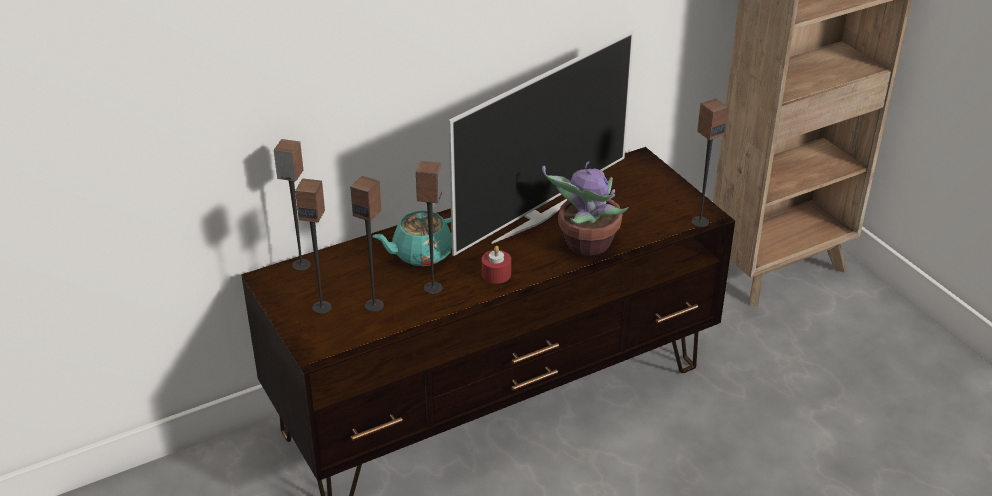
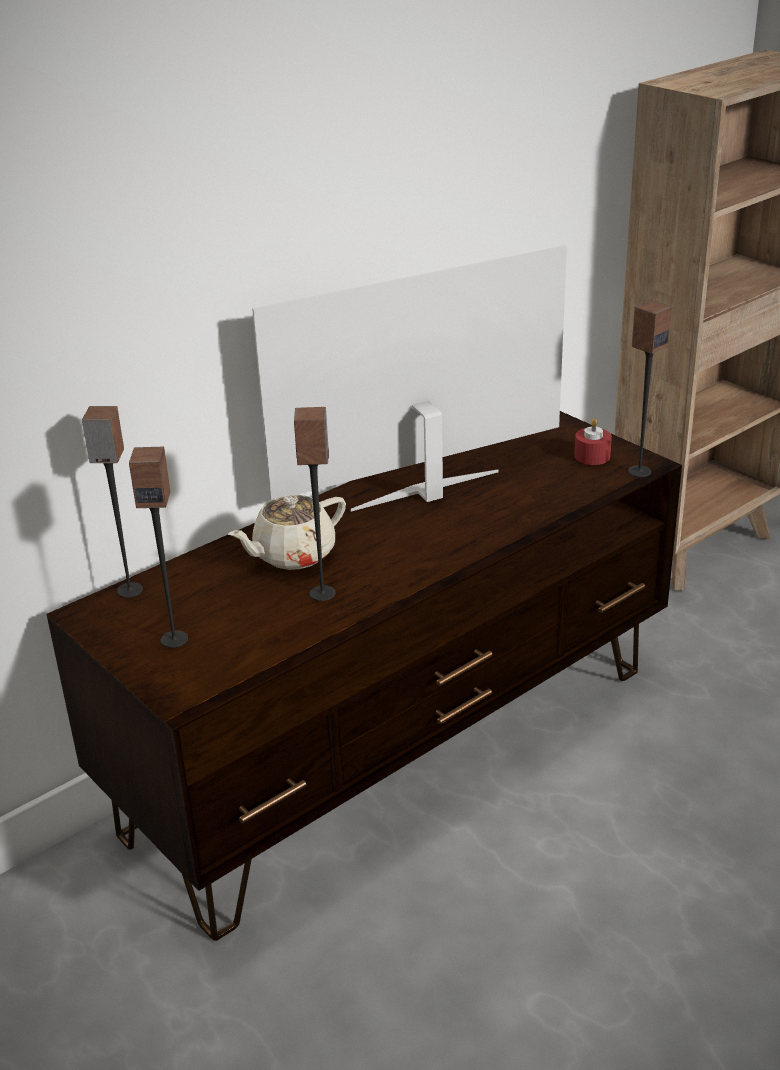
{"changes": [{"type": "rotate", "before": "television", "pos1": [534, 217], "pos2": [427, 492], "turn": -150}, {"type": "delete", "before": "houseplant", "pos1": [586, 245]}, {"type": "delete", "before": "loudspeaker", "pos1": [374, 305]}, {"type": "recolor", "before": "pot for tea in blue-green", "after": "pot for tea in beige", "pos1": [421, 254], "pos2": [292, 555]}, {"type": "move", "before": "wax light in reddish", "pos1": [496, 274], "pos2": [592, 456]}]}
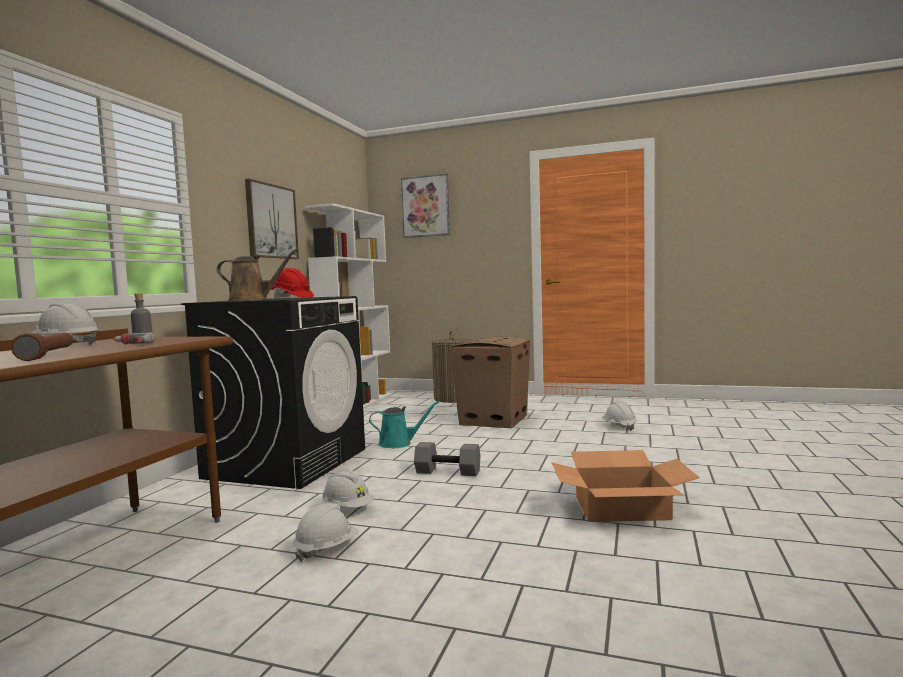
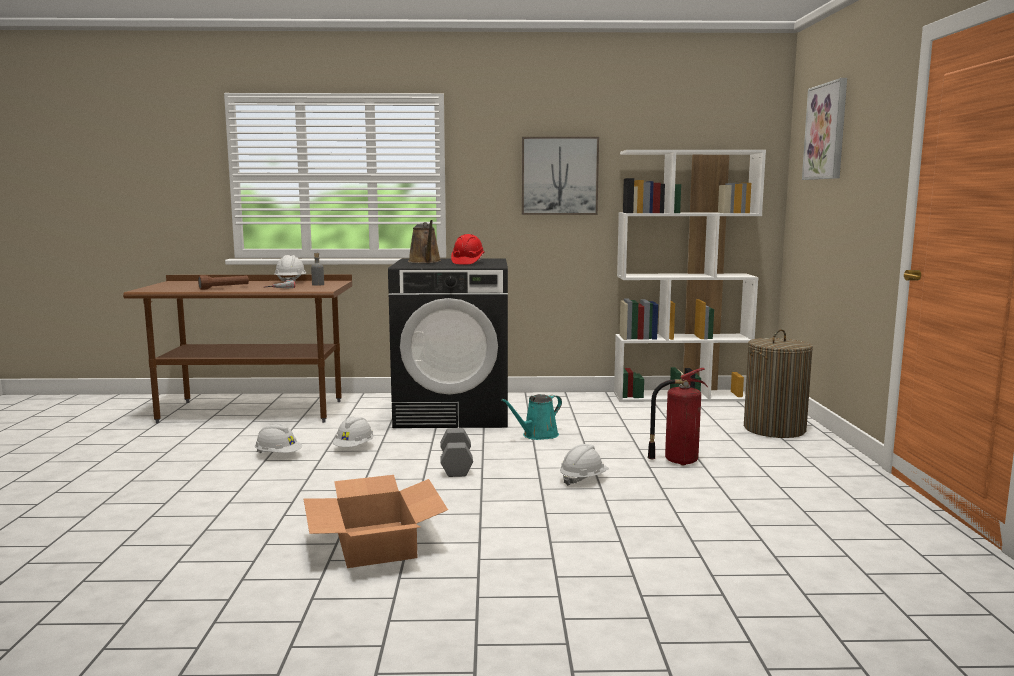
{"changes": [{"type": "replace", "before": "packing box", "after": "fire extinguisher", "pos1": [494, 420], "pos2": [678, 461]}, {"type": "rotate", "before": "sprinkling can in blue-green", "pos1": [398, 443], "pos2": [537, 435], "turn": 75}, {"type": "move", "before": "safety helmet in whitish", "pos1": [618, 427], "pos2": [583, 479]}]}
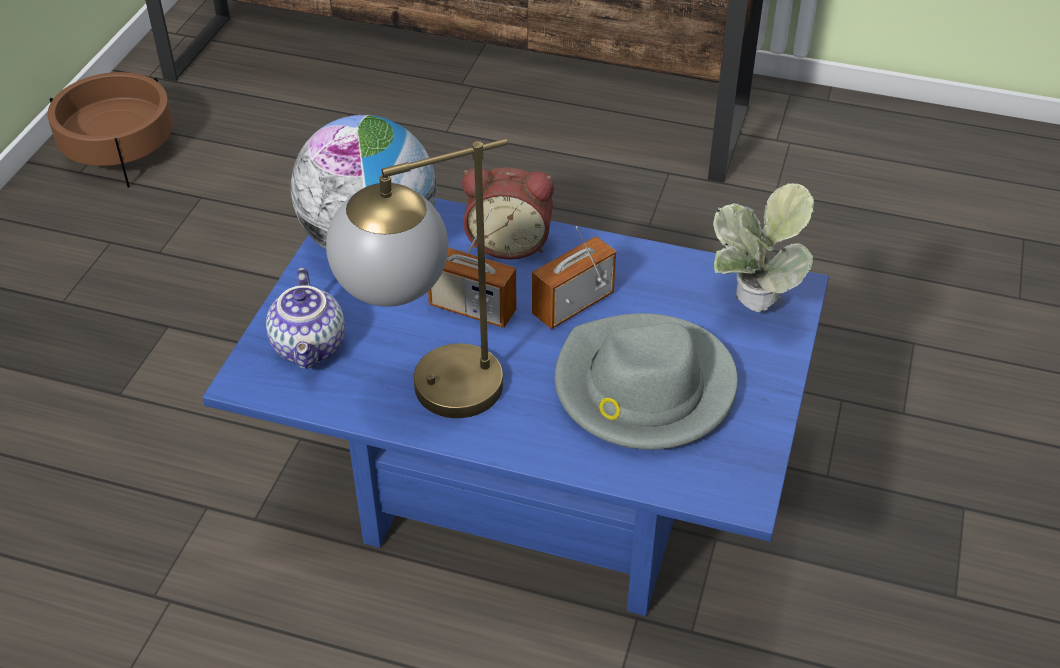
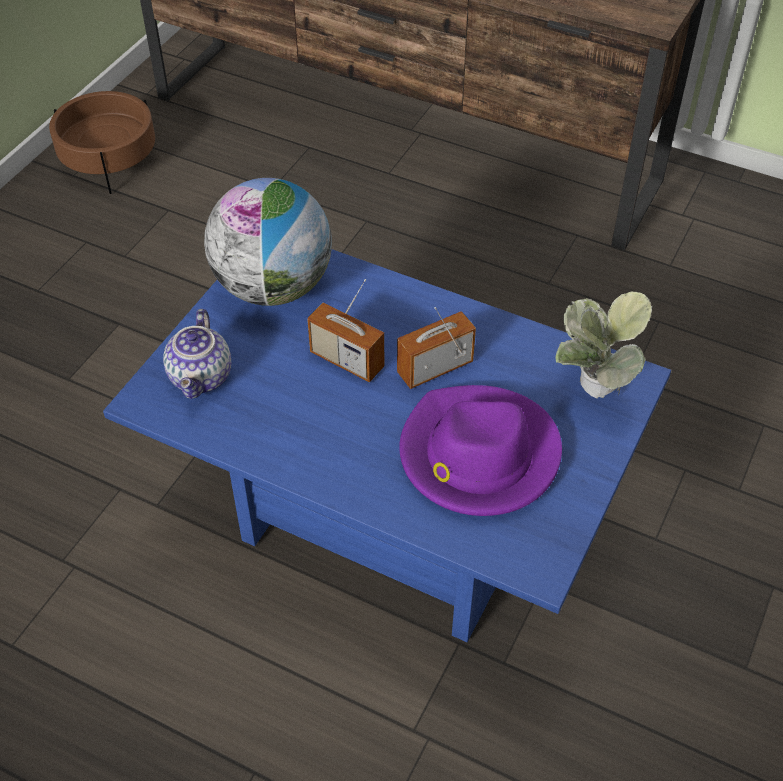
{"changes": [{"type": "delete", "before": "tabletop lamp", "pos1": [427, 396]}, {"type": "delete", "before": "alarm clock", "pos1": [509, 243]}, {"type": "recolor", "before": "hat in grey", "after": "hat in purple-coloured", "pos1": [643, 388], "pos2": [478, 455]}]}
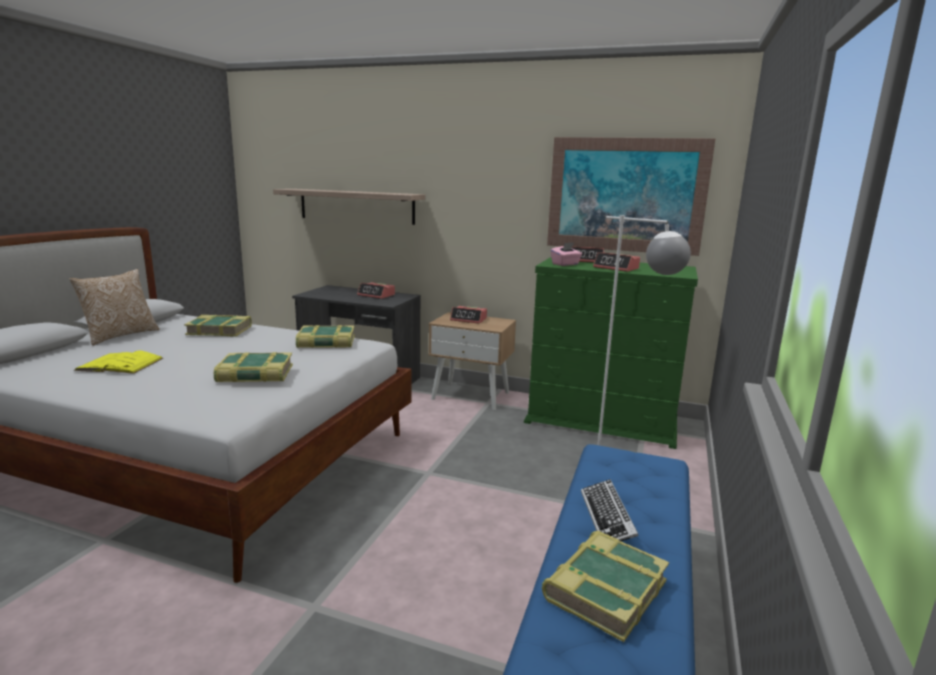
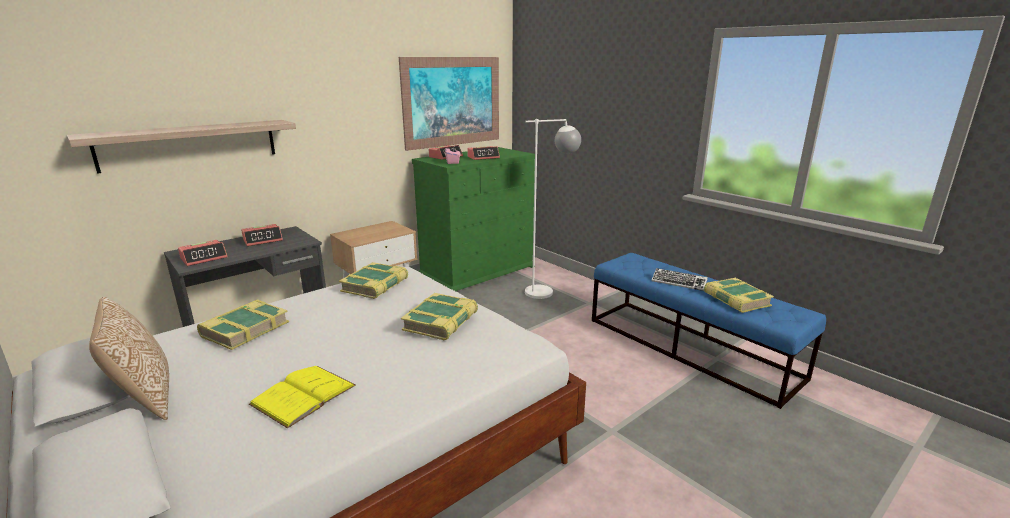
{"changes": [{"type": "move", "before": "alarm clock", "pos1": [468, 319], "pos2": [204, 258]}]}
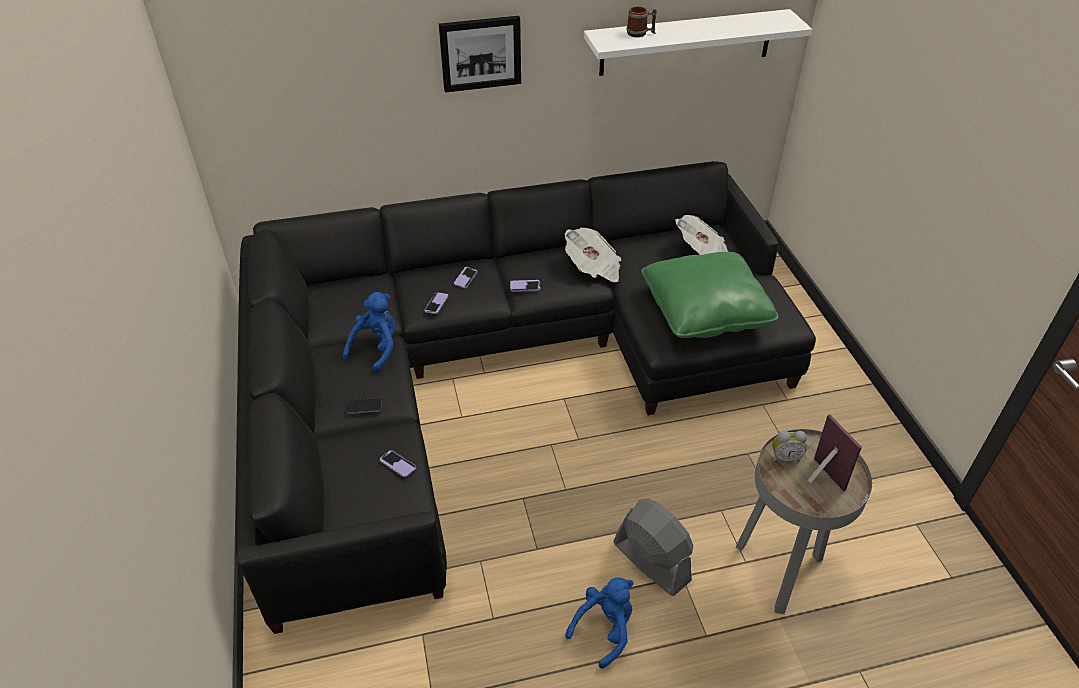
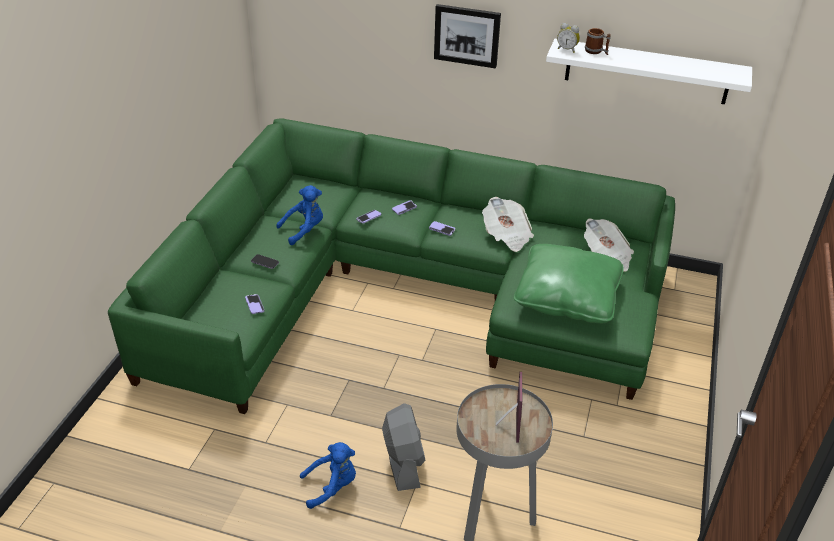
{"changes": [{"type": "recolor", "before": "couch in black", "after": "couch in greenish", "pos1": [498, 369], "pos2": [404, 290]}, {"type": "move", "before": "alarm clock", "pos1": [784, 457], "pos2": [567, 49]}]}
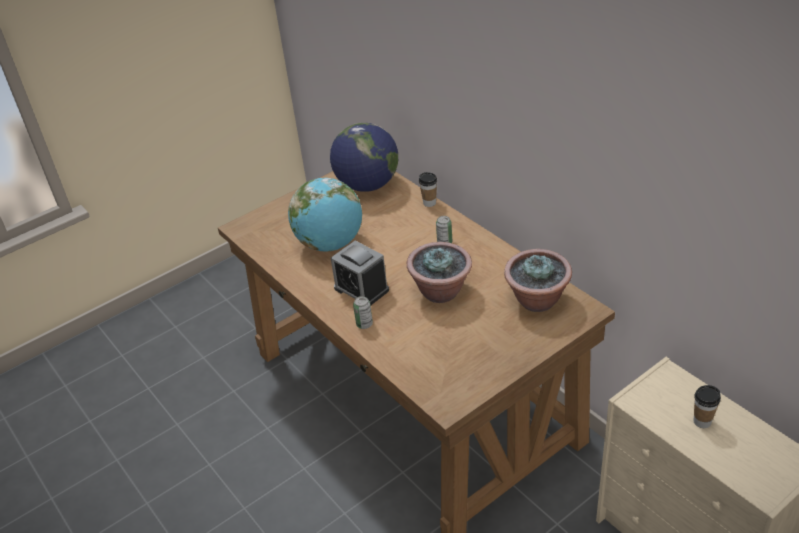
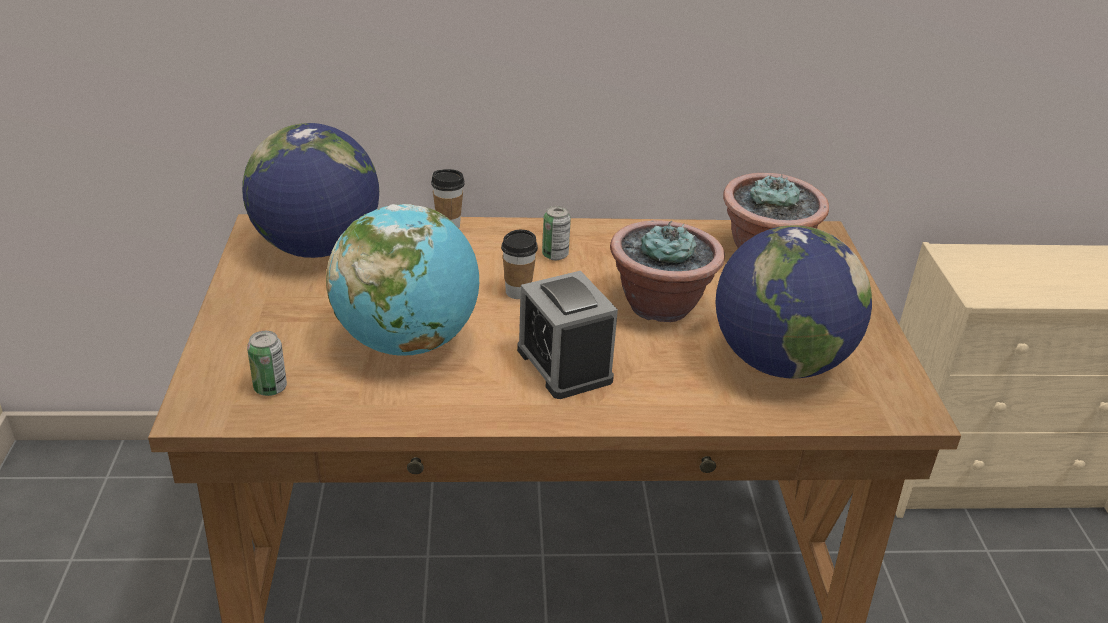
{"changes": [{"type": "rotate", "before": "alarm clock", "pos1": [361, 289], "pos2": [564, 365], "turn": 75}, {"type": "move", "before": "can", "pos1": [364, 324], "pos2": [270, 388]}, {"type": "move", "before": "small cup", "pos1": [702, 421], "pos2": [518, 292]}, {"type": "insert", "after": "globe", "pos2": [779, 362]}]}
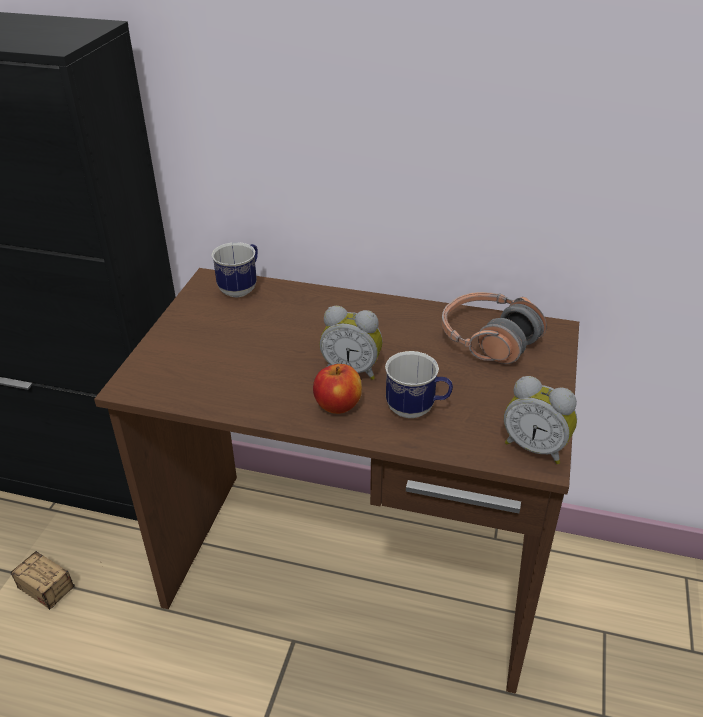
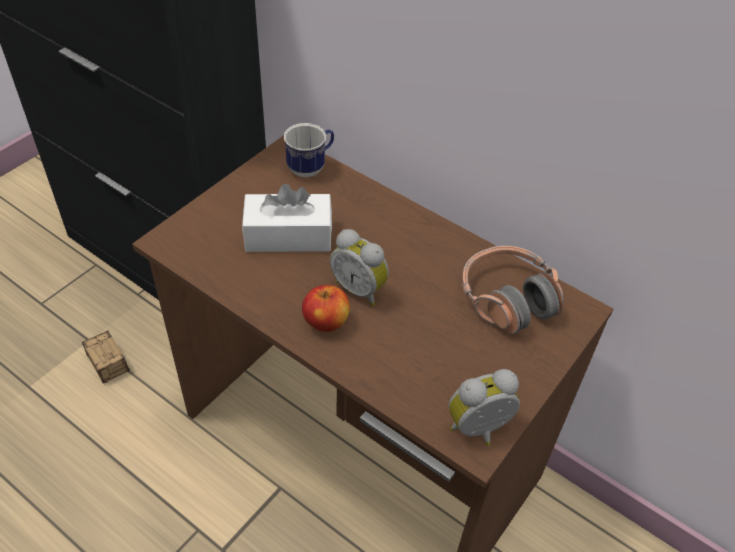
{"changes": [{"type": "delete", "before": "tea mug", "pos1": [417, 410]}, {"type": "rotate", "before": "alarm clock", "pos1": [535, 447], "pos2": [480, 430], "turn": 105}, {"type": "insert", "after": "box of tissues in whitish", "pos2": [288, 236]}]}
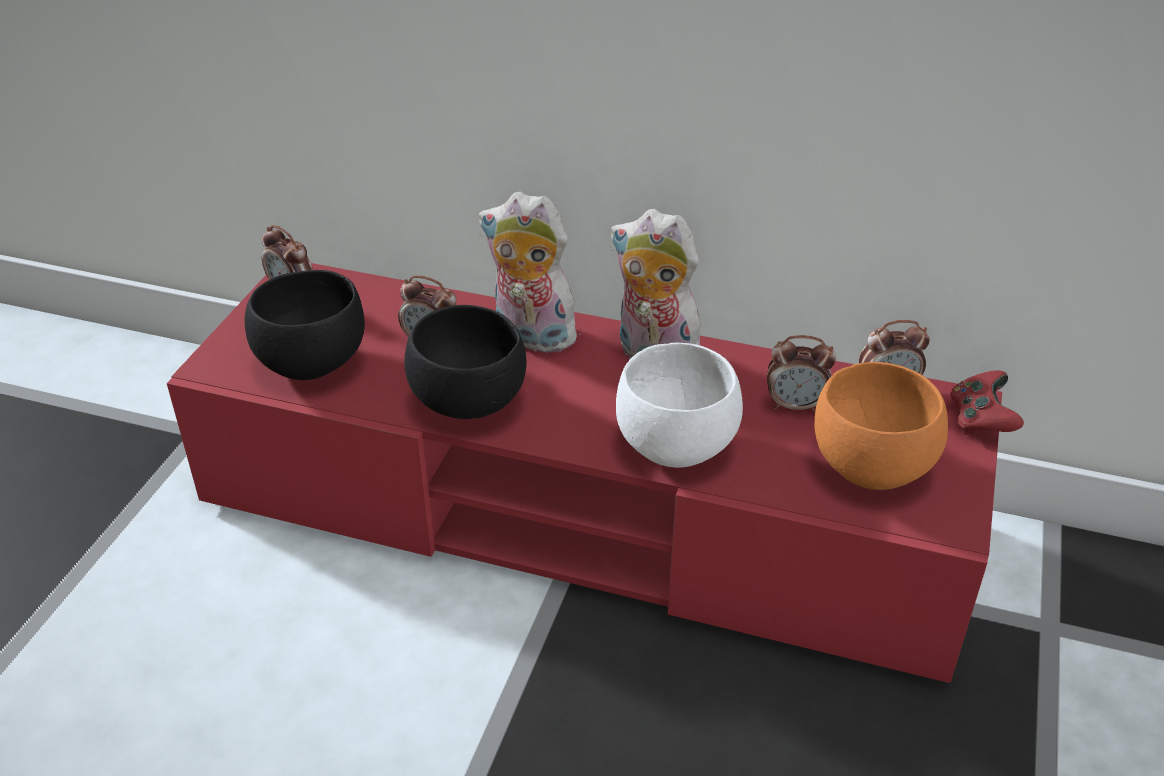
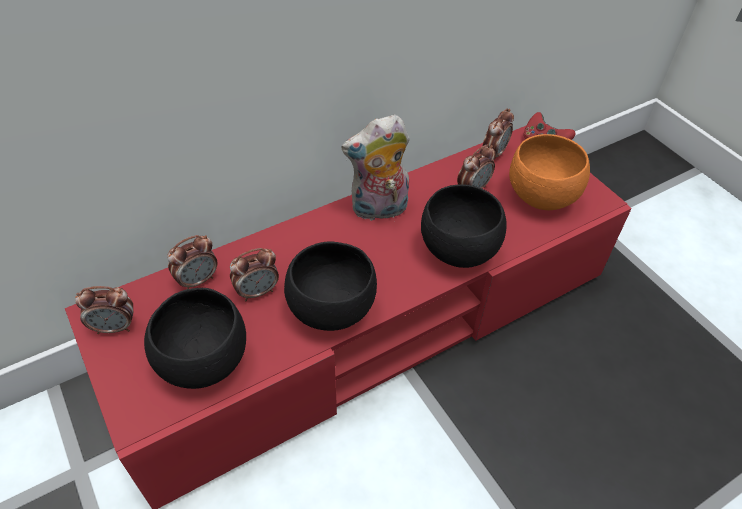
{"changes": [{"type": "delete", "before": "plush toy", "pos1": [530, 337]}, {"type": "recolor", "before": "serving bowl in whitish", "after": "serving bowl in black", "pos1": [673, 448], "pos2": [458, 253]}, {"type": "insert", "after": "alarm clock", "pos2": [198, 280]}]}
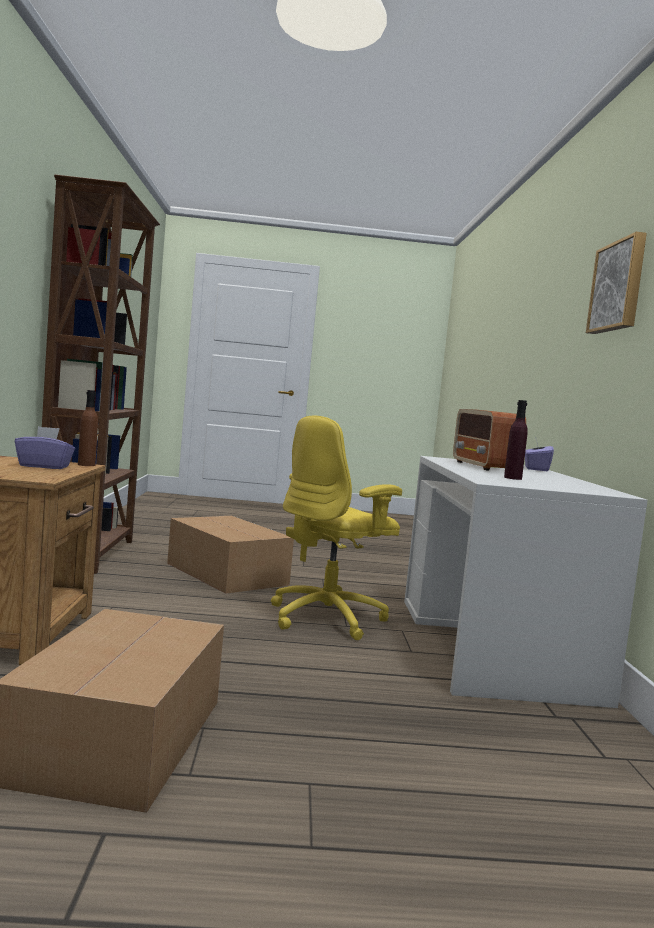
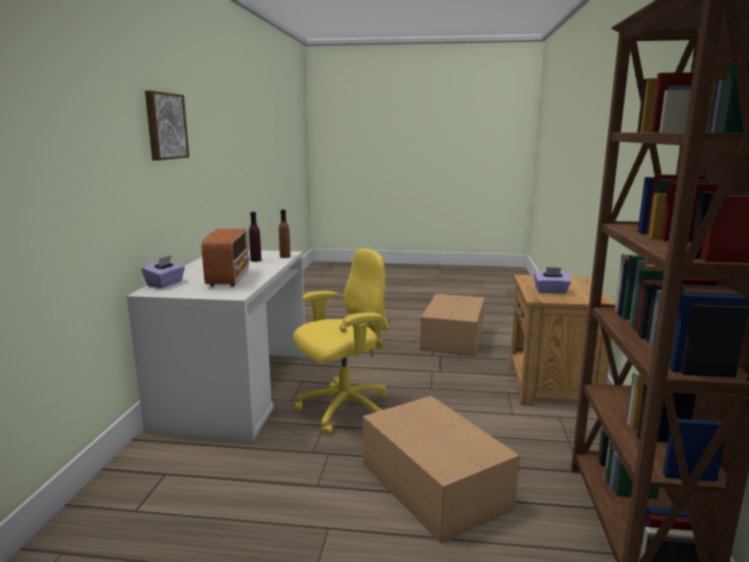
{"changes": [{"type": "move", "before": "bottle in brownish", "pos1": [86, 465], "pos2": [285, 256]}]}
